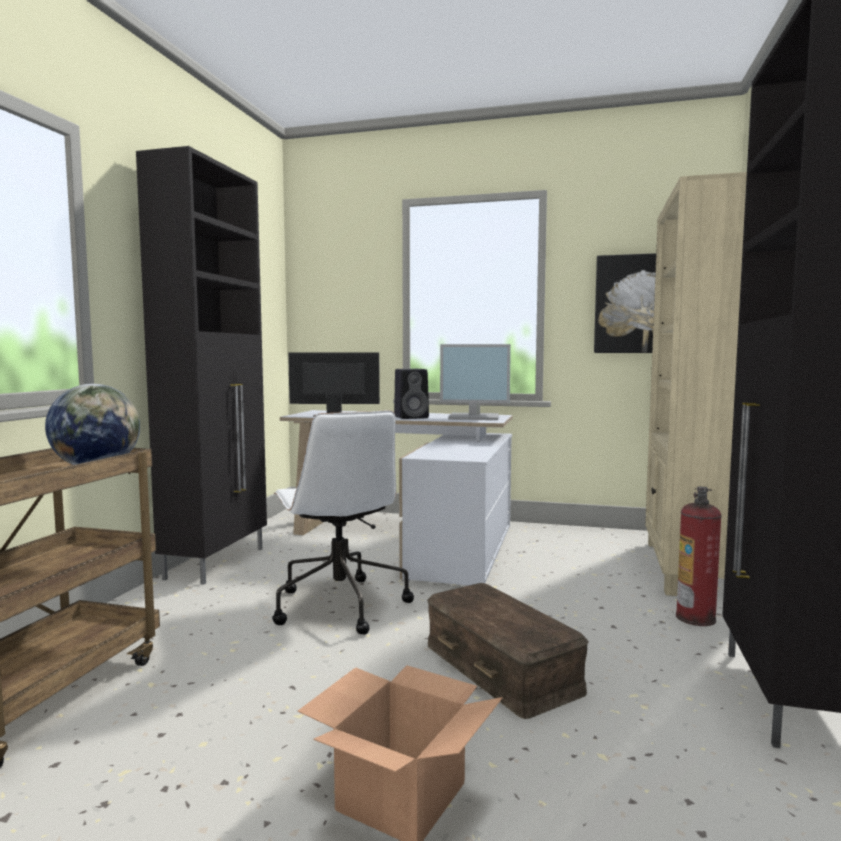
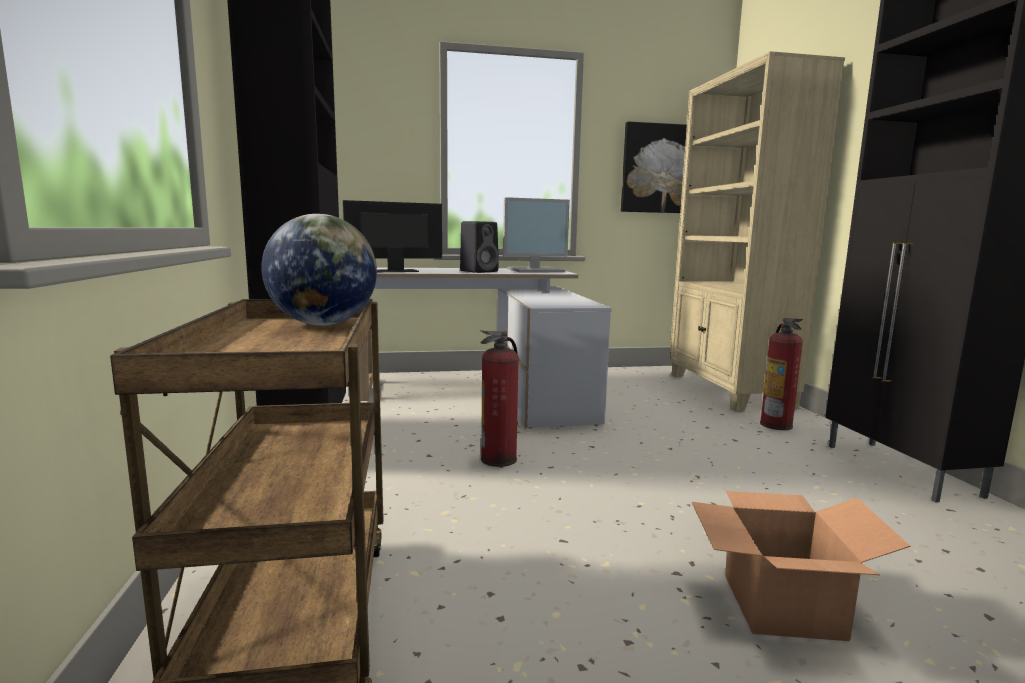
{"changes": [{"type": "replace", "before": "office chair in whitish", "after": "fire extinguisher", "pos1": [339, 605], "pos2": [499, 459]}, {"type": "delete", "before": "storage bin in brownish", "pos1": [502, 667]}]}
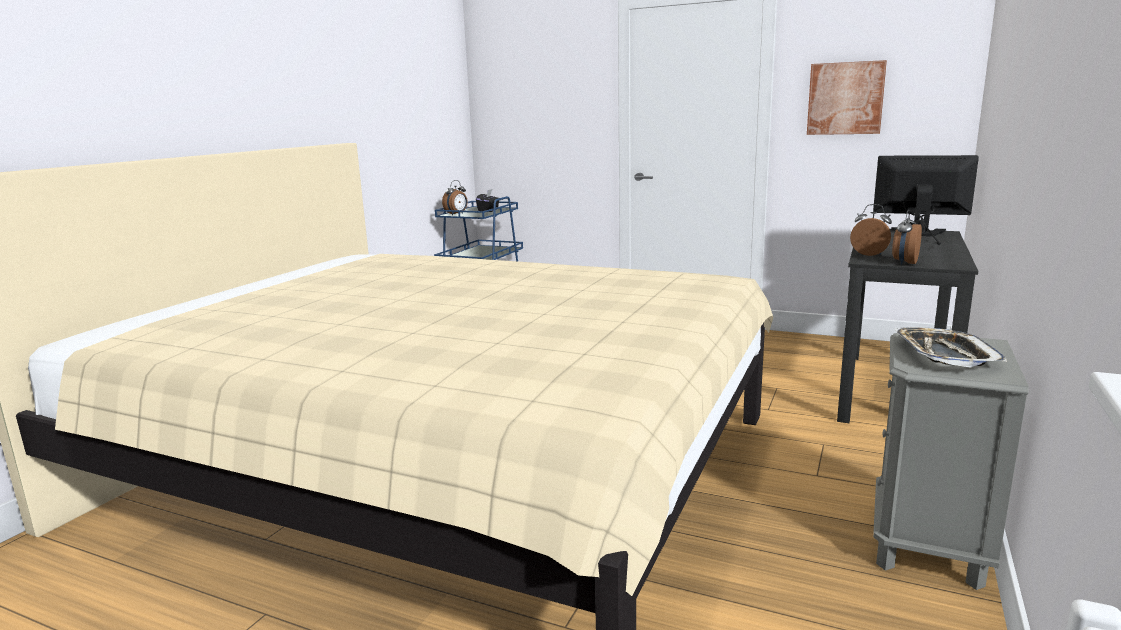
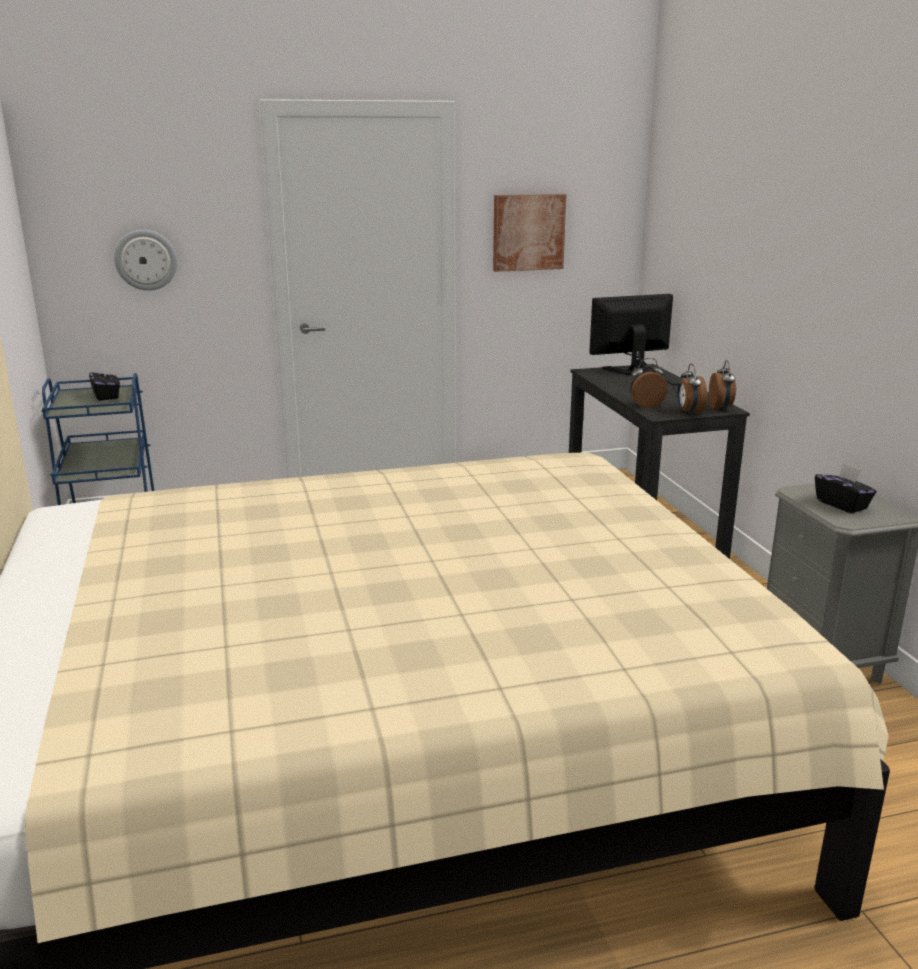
{"changes": [{"type": "move", "before": "alarm clock", "pos1": [456, 214], "pos2": [720, 408]}, {"type": "replace", "before": "serving tray", "after": "box of tissues in black", "pos1": [944, 354], "pos2": [842, 504]}, {"type": "insert", "after": "wall clock", "pos2": [146, 260]}]}
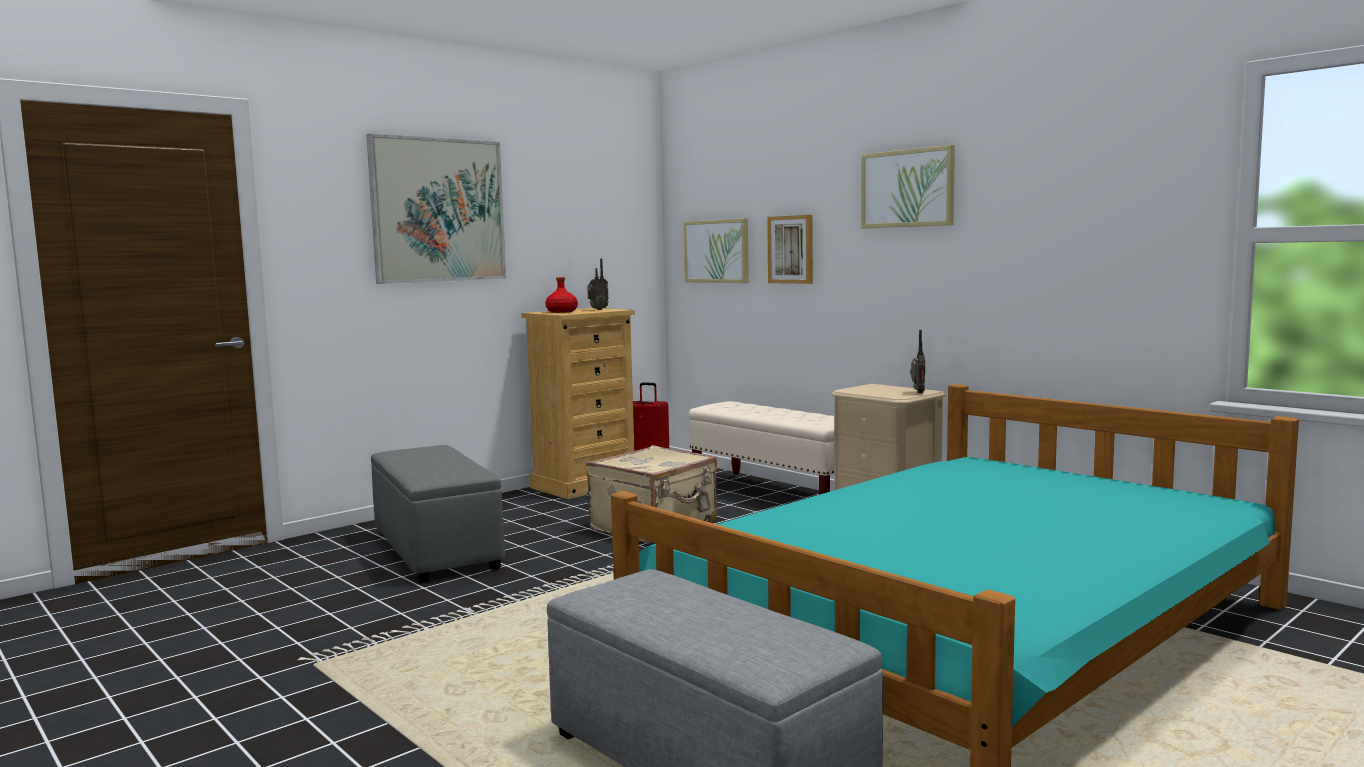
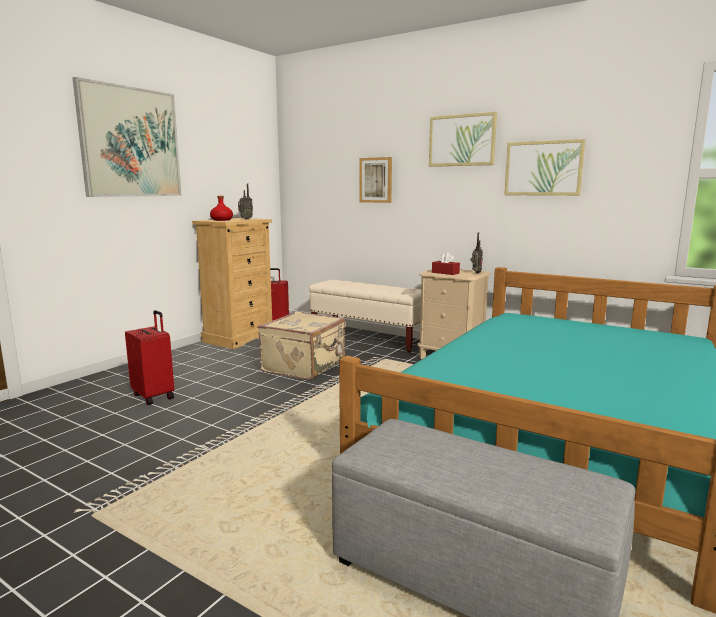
{"changes": [{"type": "move", "before": "wall art", "pos1": [717, 251], "pos2": [543, 168]}, {"type": "replace", "before": "footrest in grey", "after": "suitcase in reddish", "pos1": [437, 550], "pos2": [154, 396]}, {"type": "insert", "after": "box of tissues in reddish", "pos2": [445, 273]}]}
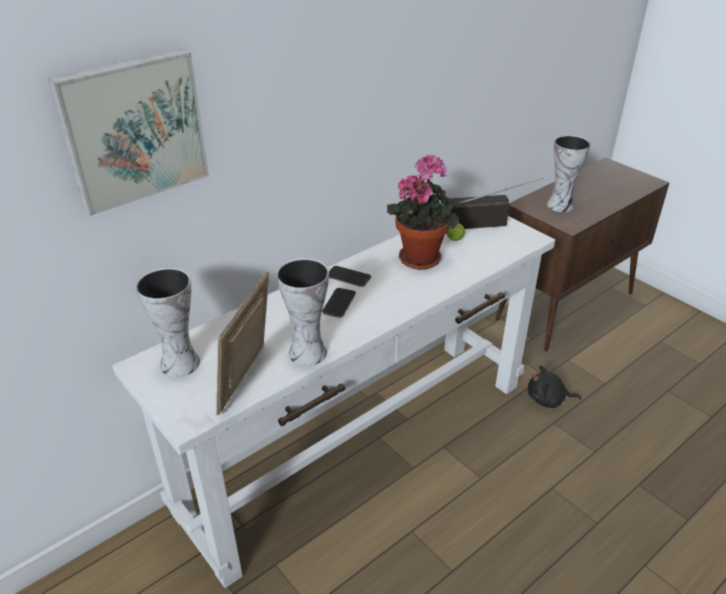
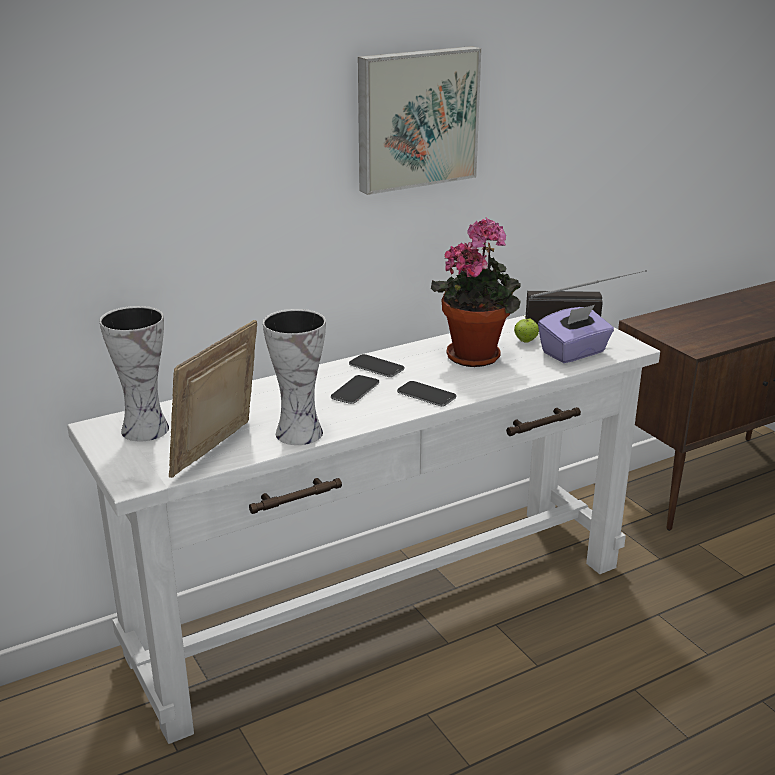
{"changes": [{"type": "move", "before": "wall art", "pos1": [132, 129], "pos2": [415, 118]}, {"type": "delete", "before": "flower vase", "pos1": [560, 205]}, {"type": "delete", "before": "plush toy in black", "pos1": [548, 400]}, {"type": "insert", "after": "box of tissues in purple-coloured", "pos2": [574, 353]}, {"type": "insert", "after": "telephone", "pos2": [426, 395]}]}
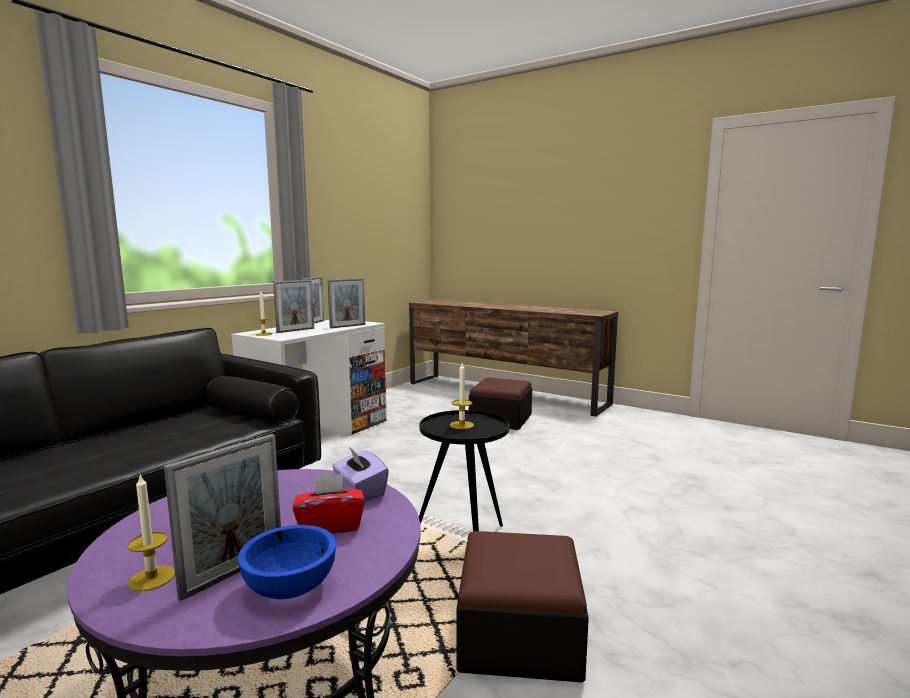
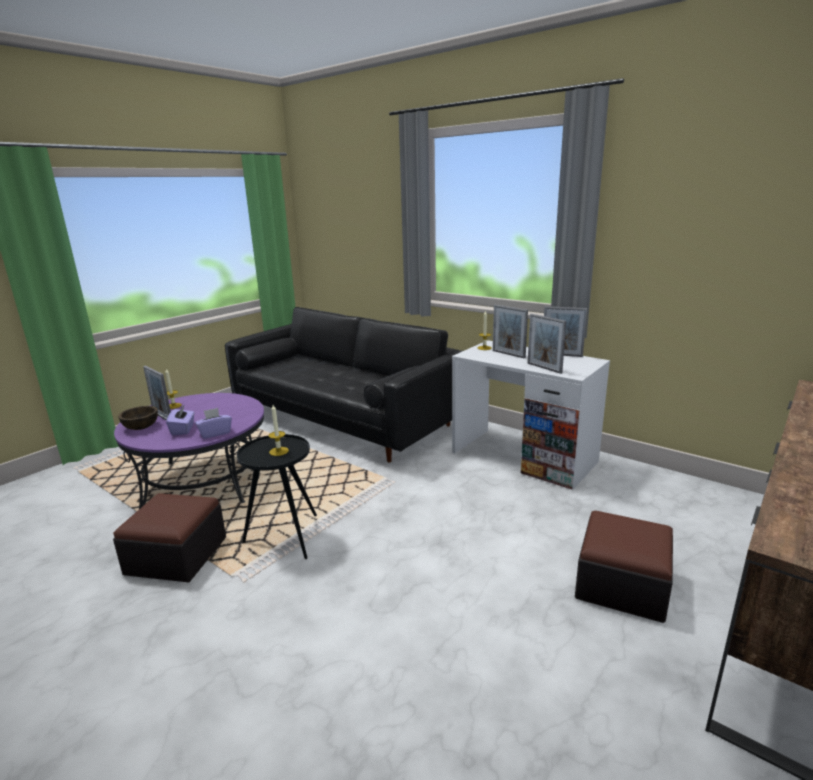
{"changes": [{"type": "recolor", "before": "box of tissues in reddish", "after": "box of tissues in purple-coloured", "pos1": [330, 526], "pos2": [183, 429]}, {"type": "recolor", "before": "serving bowl in blue-coloured", "after": "serving bowl in brownish", "pos1": [291, 587], "pos2": [141, 427]}]}
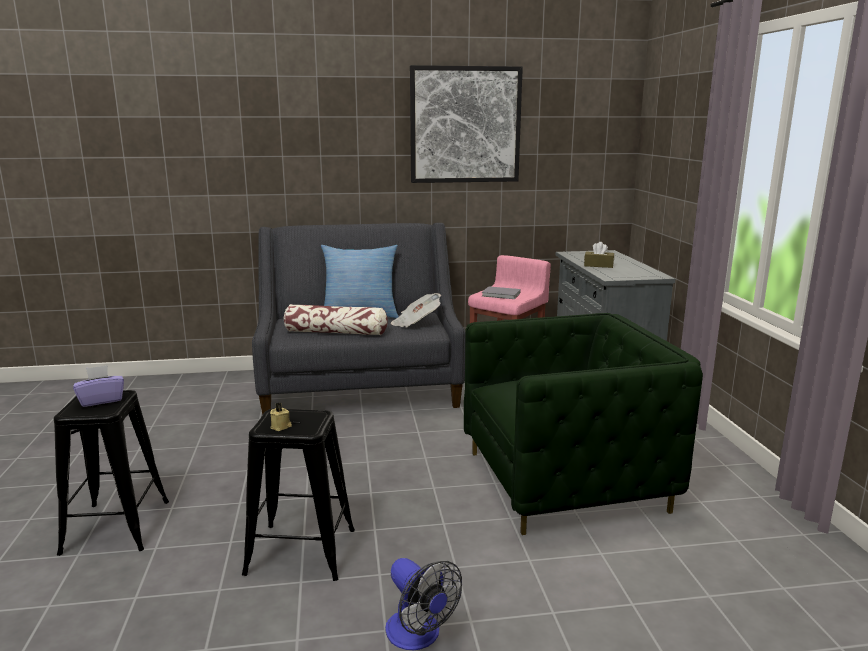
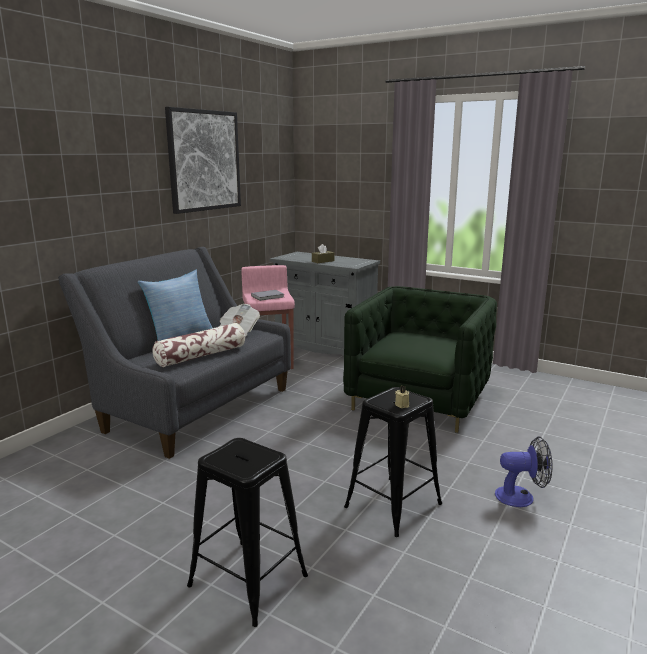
{"changes": [{"type": "delete", "before": "box of tissues in purple-coloured", "pos1": [101, 400]}]}
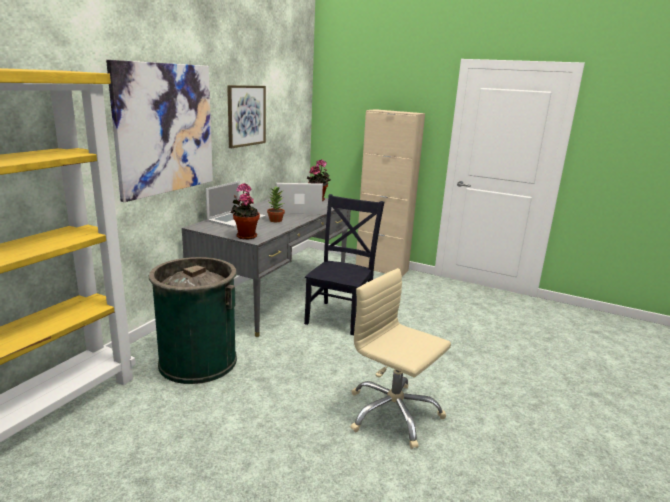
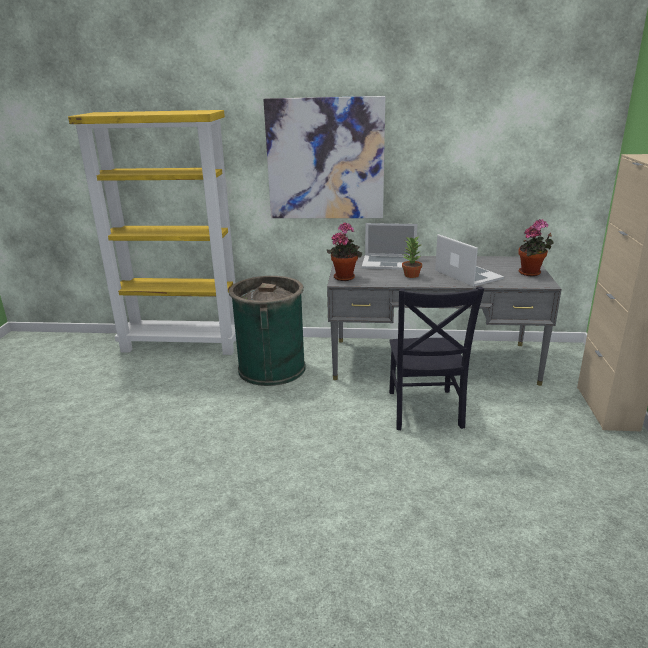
{"changes": [{"type": "delete", "before": "wall art", "pos1": [246, 115]}, {"type": "rotate", "before": "upright chair in black", "pos1": [340, 316], "pos2": [424, 411], "turn": 90}, {"type": "delete", "before": "office chair in beige", "pos1": [393, 414]}]}
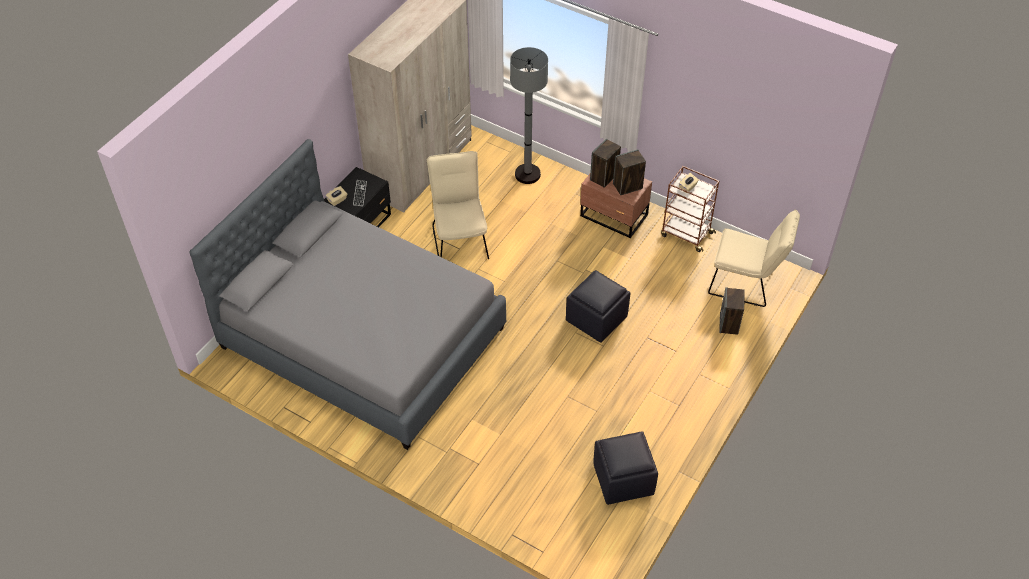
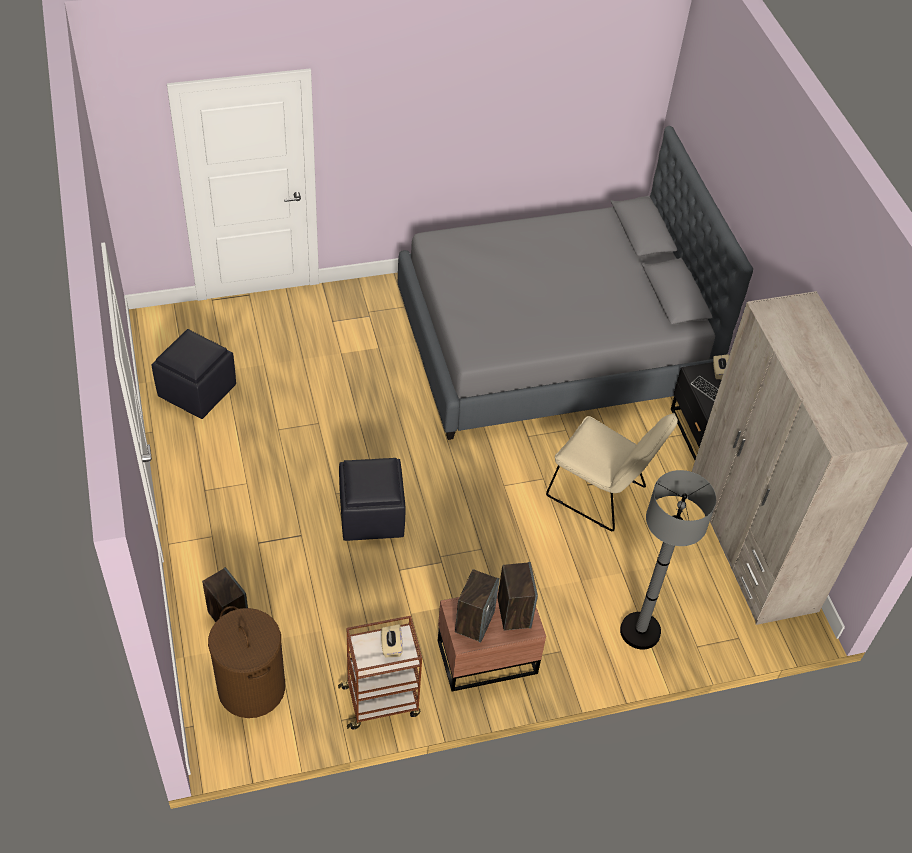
{"changes": [{"type": "replace", "before": "upright chair in beige", "after": "laundry basket in brownish", "pos1": [746, 283], "pos2": [251, 688]}]}
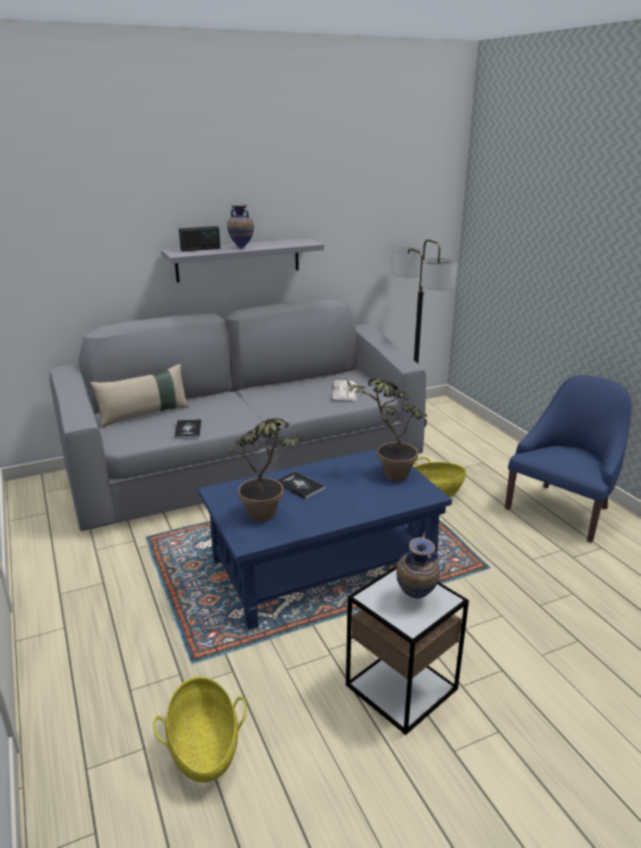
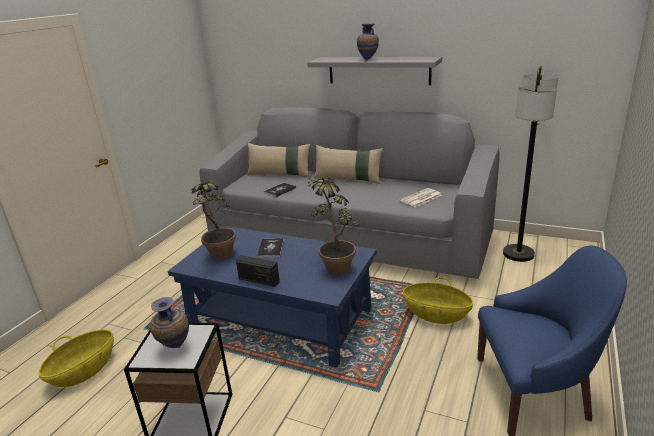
{"changes": [{"type": "move", "before": "radio receiver", "pos1": [200, 249], "pos2": [258, 280]}, {"type": "insert", "after": "pillow in beige", "pos2": [348, 179]}]}
